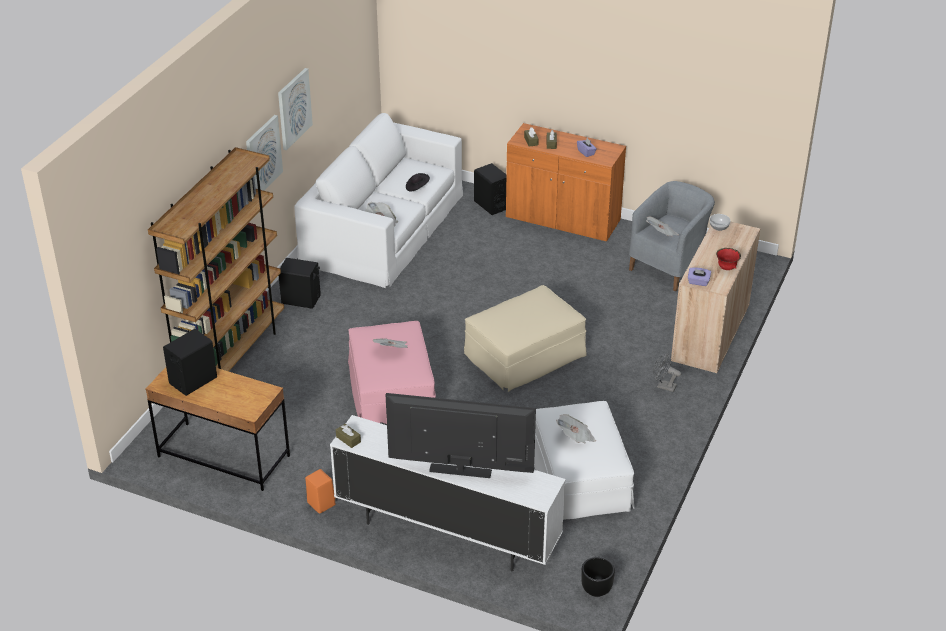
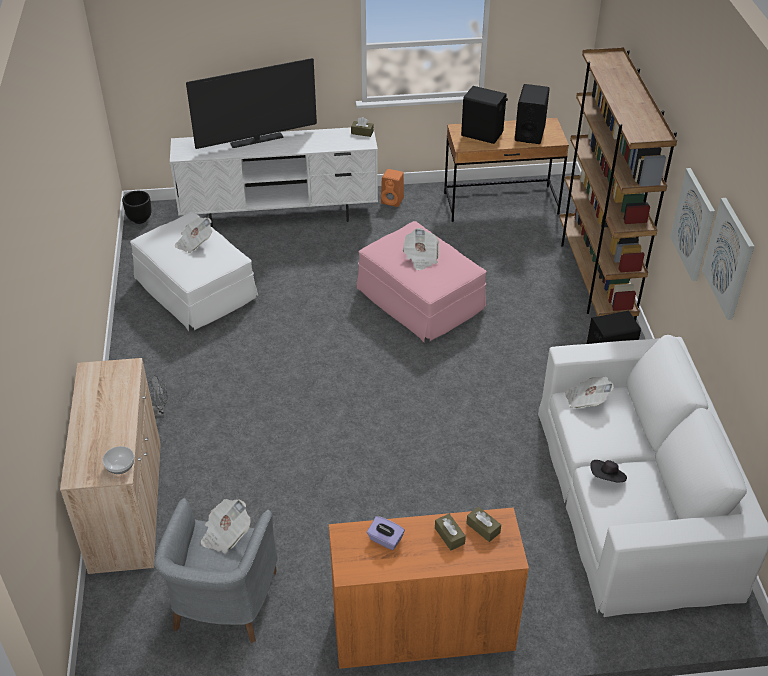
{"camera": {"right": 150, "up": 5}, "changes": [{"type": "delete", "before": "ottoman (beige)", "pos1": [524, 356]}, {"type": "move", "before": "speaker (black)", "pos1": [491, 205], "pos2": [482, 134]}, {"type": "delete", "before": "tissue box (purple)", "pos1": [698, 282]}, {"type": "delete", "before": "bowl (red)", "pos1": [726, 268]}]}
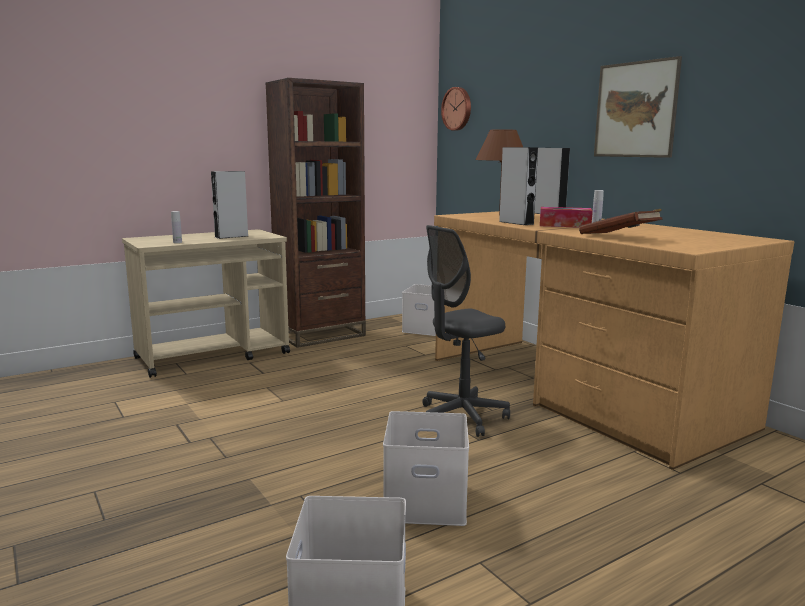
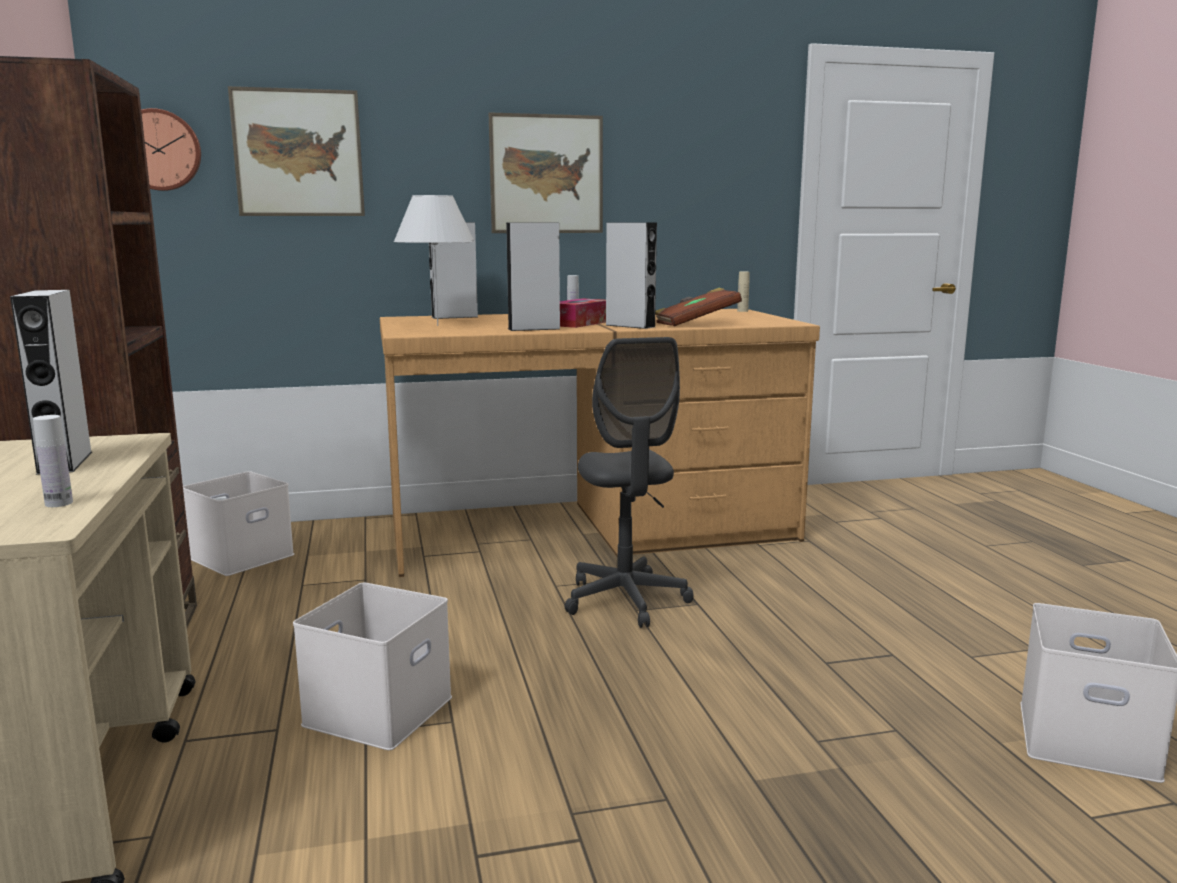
{"camera": {"right": -70, "up": 0}, "changes": [{"type": "move", "before": "storage box (white)", "pos1": [427, 501], "pos2": [378, 709]}, {"type": "recolor", "before": "table lamp (brown)", "after": "table lamp (white)", "pos1": [499, 215], "pos2": [437, 325]}, {"type": "insert", "after": "picture", "pos2": [298, 153]}, {"type": "insert", "after": "speaker (grey)", "pos2": [630, 326]}, {"type": "insert", "after": "bottle (beige)", "pos2": [742, 311]}]}
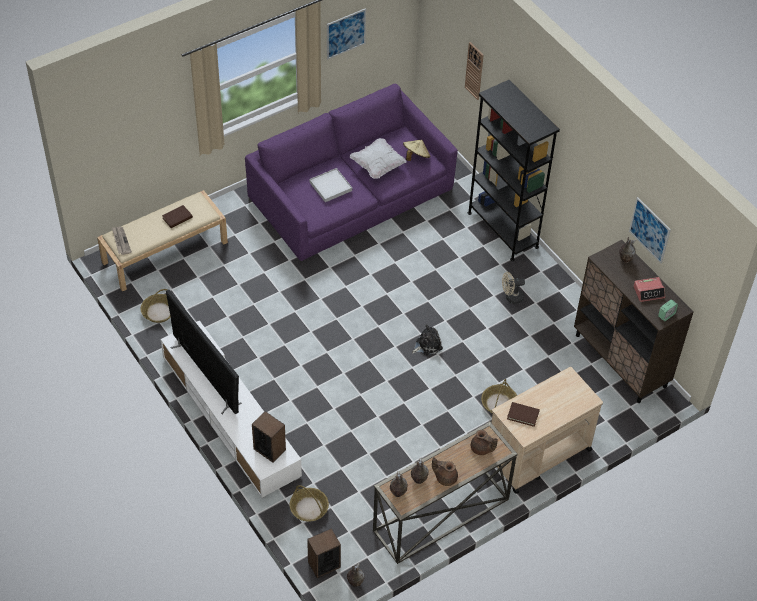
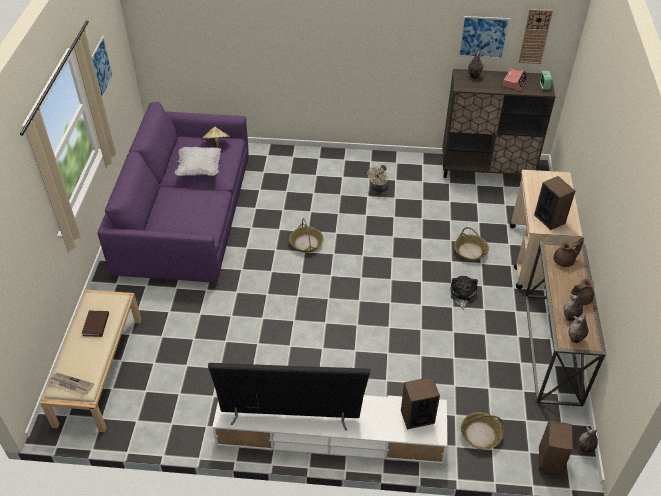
{"camera": {"right": -50, "up": -5}, "changes": [{"type": "move", "before": "basket", "pos1": [159, 312], "pos2": [306, 243]}, {"type": "delete", "before": "tray (white)", "pos1": [330, 186]}, {"type": "move", "before": "plush toy", "pos1": [427, 345], "pos2": [462, 295]}, {"type": "move", "before": "wall clock", "pos1": [474, 70], "pos2": [535, 36]}, {"type": "delete", "before": "bookcase (black)", "pos1": [502, 230]}, {"type": "replace", "before": "book (brown)", "after": "speaker", "pos1": [523, 415], "pos2": [549, 219]}]}
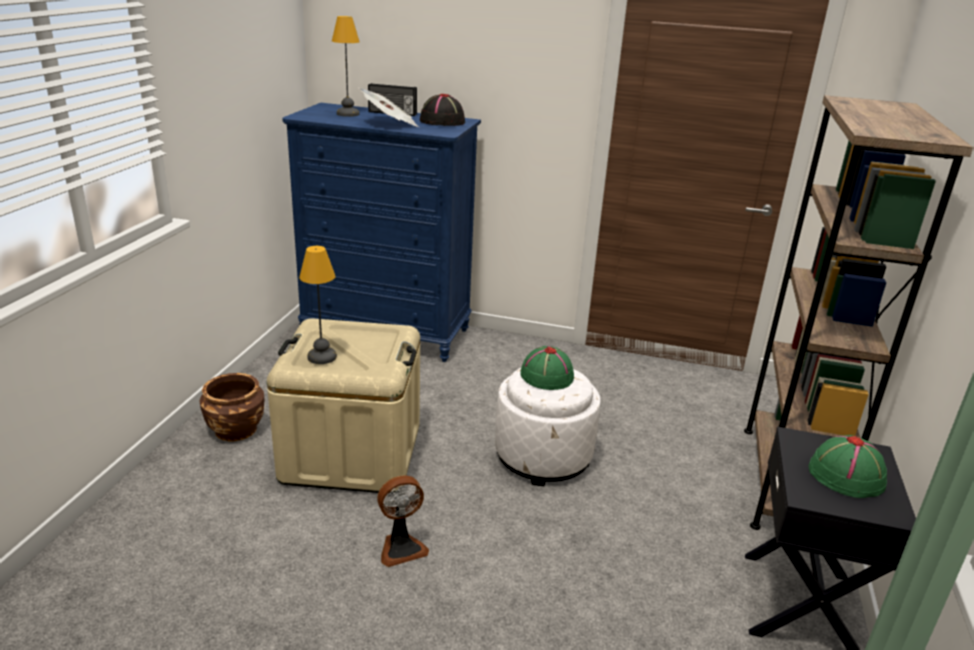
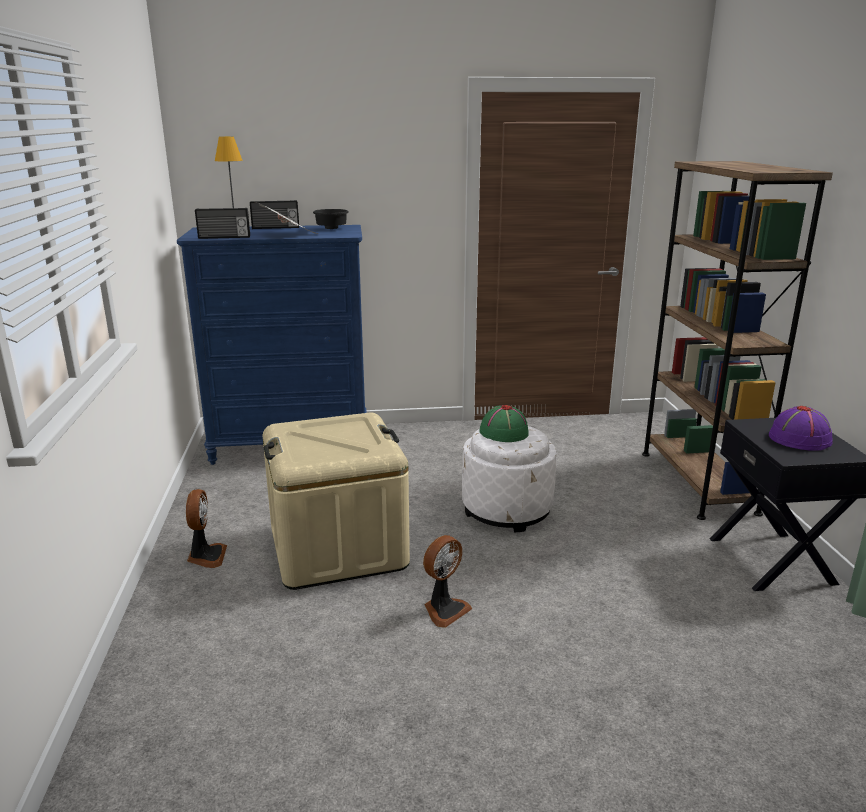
{"camera": {"right": -20, "up": -5}, "changes": [{"type": "replace", "before": "planter (brown)", "after": "fan", "pos1": [236, 429], "pos2": [206, 556]}, {"type": "delete", "before": "table lamp", "pos1": [321, 357]}, {"type": "replace", "before": "hat (black)", "after": "bowl (black)", "pos1": [442, 121], "pos2": [330, 229]}, {"type": "recolor", "before": "hat (green)", "after": "hat (purple)", "pos1": [847, 476], "pos2": [800, 439]}, {"type": "insert", "after": "radio", "pos2": [224, 237]}]}
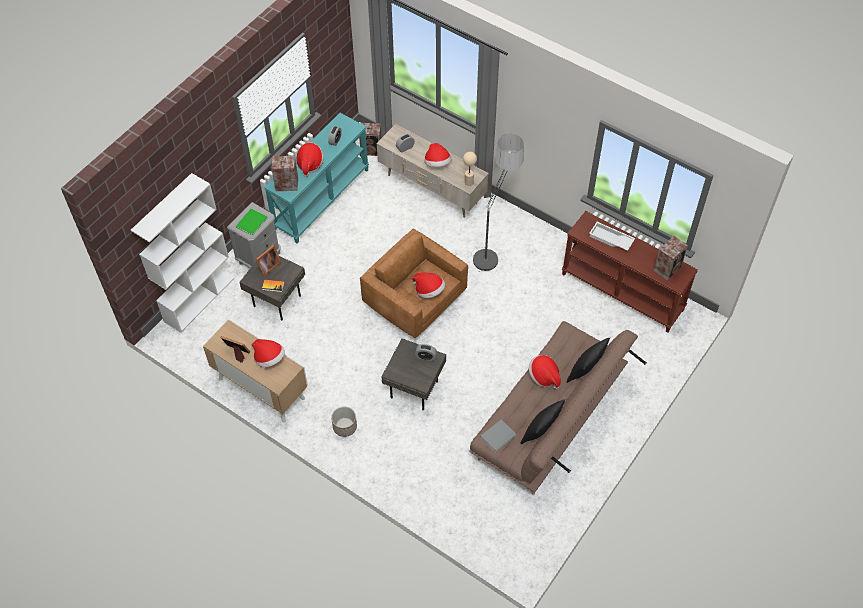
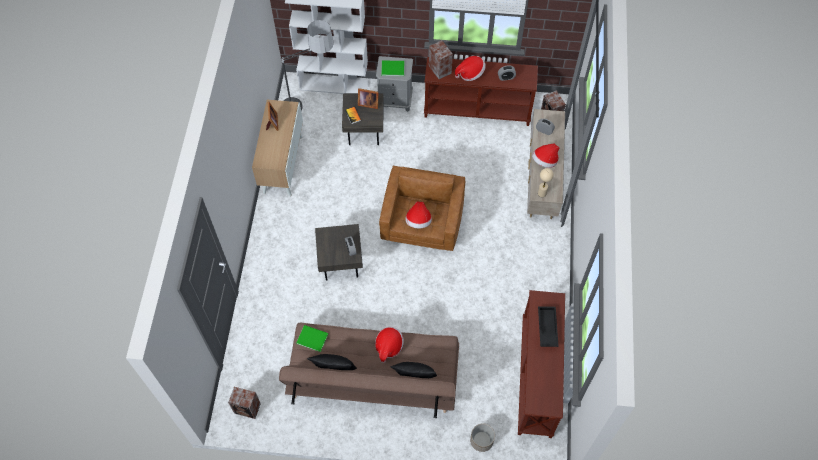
{"camera": {"right": 60, "up": 5}, "changes": [{"type": "delete", "before": "hat", "pos1": [269, 358]}, {"type": "recolor", "before": "console table (turquoise)", "after": "console table (brown)", "pos1": [321, 198], "pos2": [477, 109]}, {"type": "move", "before": "planter", "pos1": [344, 427], "pos2": [481, 440]}, {"type": "move", "before": "floor lamp", "pos1": [493, 246], "pos2": [309, 106]}, {"type": "recolor", "before": "book (grey)", "after": "book (green)", "pos1": [496, 436], "pos2": [312, 338]}, {"type": "recolor", "before": "tray (white)", "after": "tray (black)", "pos1": [610, 239], "pos2": [546, 328]}, {"type": "move", "before": "speaker", "pos1": [668, 268], "pos2": [248, 409]}]}
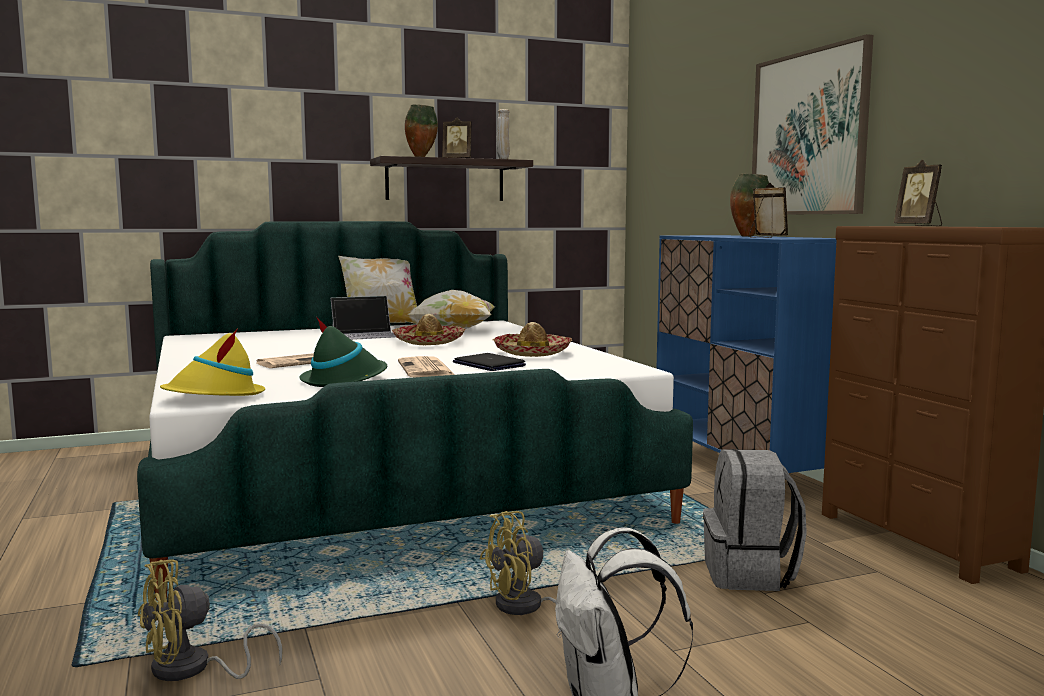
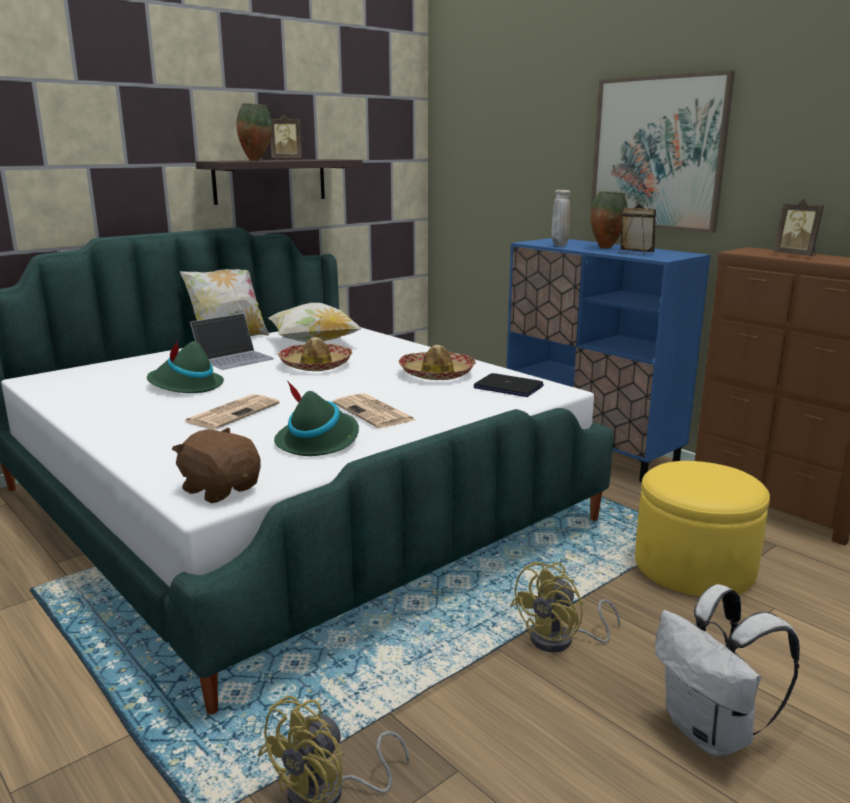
{"camera": {"right": -20, "up": 10}, "changes": [{"type": "replace", "before": "hat (yellow)", "after": "plush toy (brown)", "pos1": [214, 396], "pos2": [221, 489]}, {"type": "move", "before": "laptop", "pos1": [488, 364], "pos2": [508, 387]}, {"type": "move", "before": "vase (beige)", "pos1": [503, 160], "pos2": [559, 246]}, {"type": "replace", "before": "backpack (grey)", "after": "ottoman (yellow)", "pos1": [750, 574], "pos2": [694, 566]}, {"type": "insert", "after": "hat (green)", "pos2": [185, 386]}]}
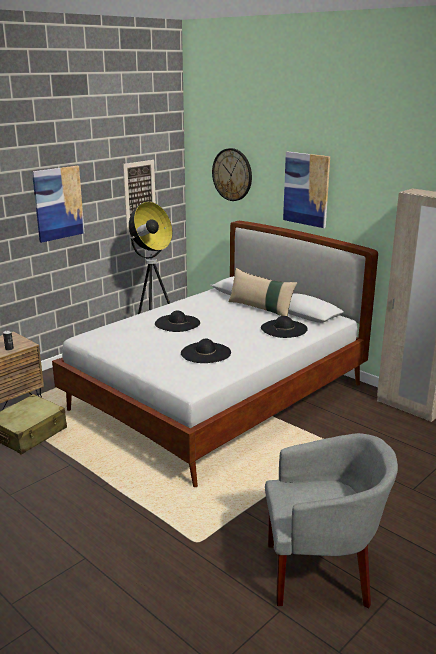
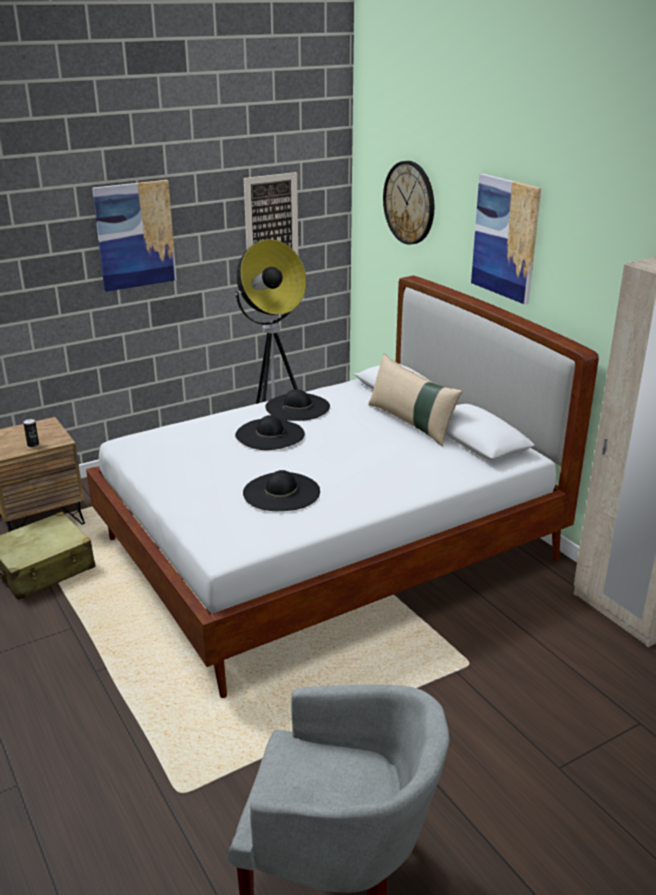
{"camera": {"right": 15, "up": 5}, "changes": [{"type": "move", "before": "hat (black)", "pos1": [284, 328], "pos2": [297, 407]}]}
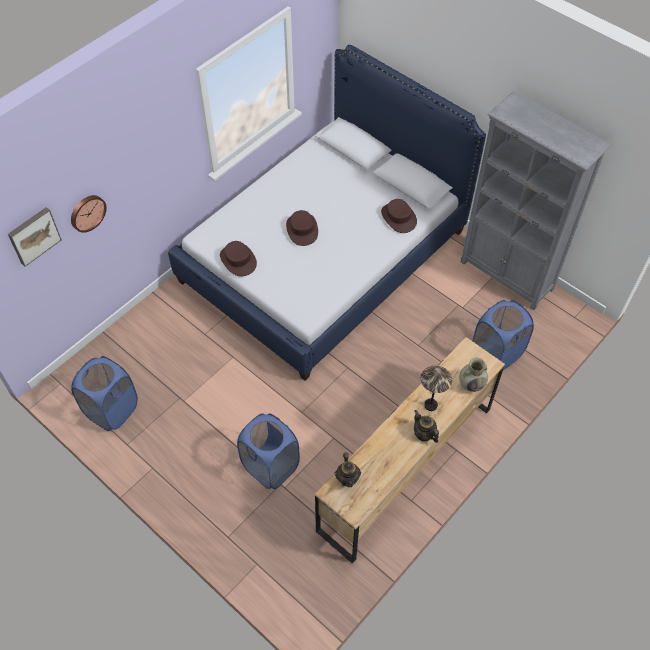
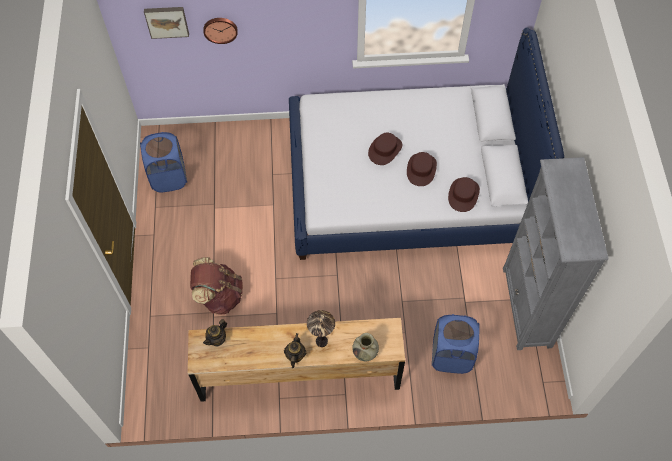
{"camera": {"right": 45, "up": 5}, "changes": [{"type": "move", "before": "hat (brown)", "pos1": [238, 260], "pos2": [421, 169]}, {"type": "replace", "before": "laundry basket (blue)", "after": "backpack (brown)", "pos1": [270, 466], "pos2": [219, 295]}]}
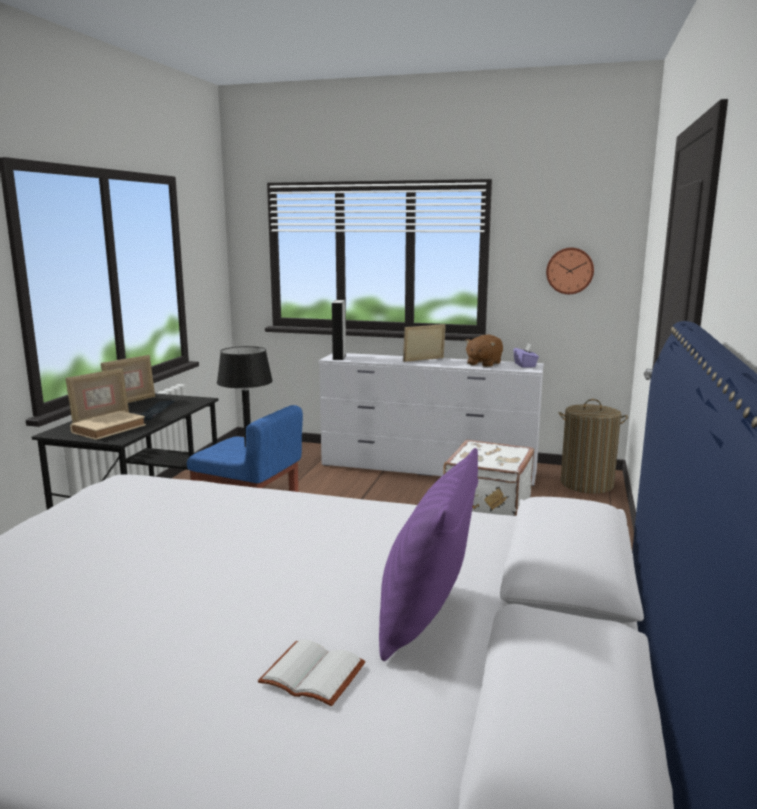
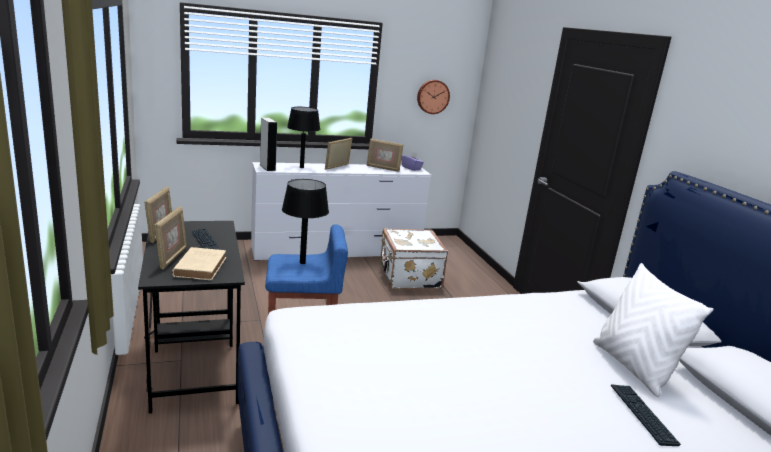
{"camera": {"right": -35, "up": 5}, "changes": [{"type": "replace", "before": "book (white)", "after": "keyboard", "pos1": [315, 673], "pos2": [642, 415]}, {"type": "recolor", "before": "pillow (purple)", "after": "pillow (white)", "pos1": [425, 619], "pos2": [633, 367]}, {"type": "replace", "before": "plush toy (brown)", "after": "picture frame", "pos1": [483, 364], "pos2": [383, 168]}, {"type": "delete", "before": "laundry basket", "pos1": [587, 484]}, {"type": "insert", "after": "table lamp (black)", "pos2": [301, 167]}]}
